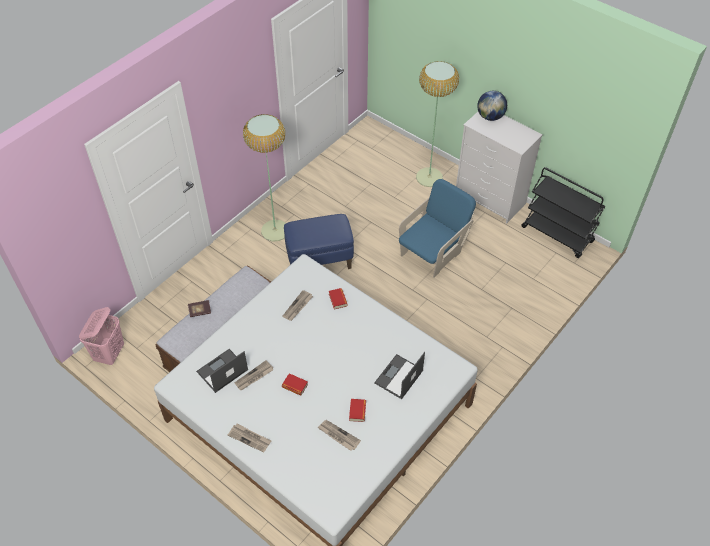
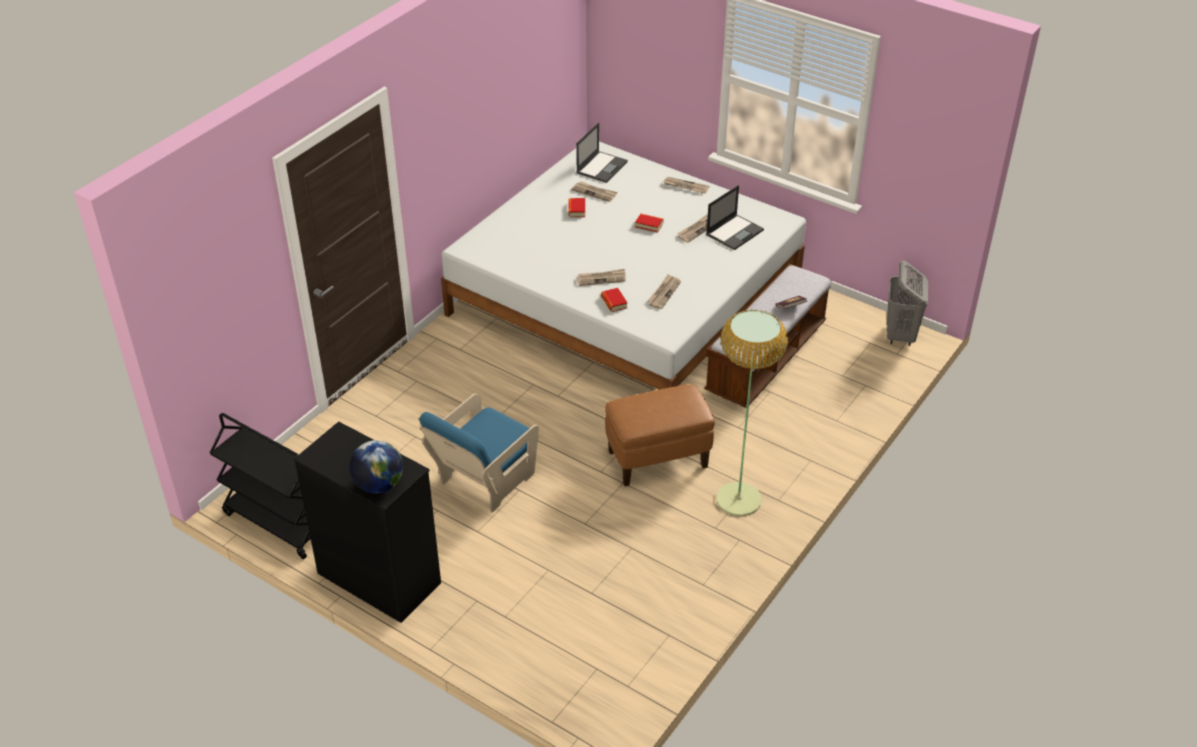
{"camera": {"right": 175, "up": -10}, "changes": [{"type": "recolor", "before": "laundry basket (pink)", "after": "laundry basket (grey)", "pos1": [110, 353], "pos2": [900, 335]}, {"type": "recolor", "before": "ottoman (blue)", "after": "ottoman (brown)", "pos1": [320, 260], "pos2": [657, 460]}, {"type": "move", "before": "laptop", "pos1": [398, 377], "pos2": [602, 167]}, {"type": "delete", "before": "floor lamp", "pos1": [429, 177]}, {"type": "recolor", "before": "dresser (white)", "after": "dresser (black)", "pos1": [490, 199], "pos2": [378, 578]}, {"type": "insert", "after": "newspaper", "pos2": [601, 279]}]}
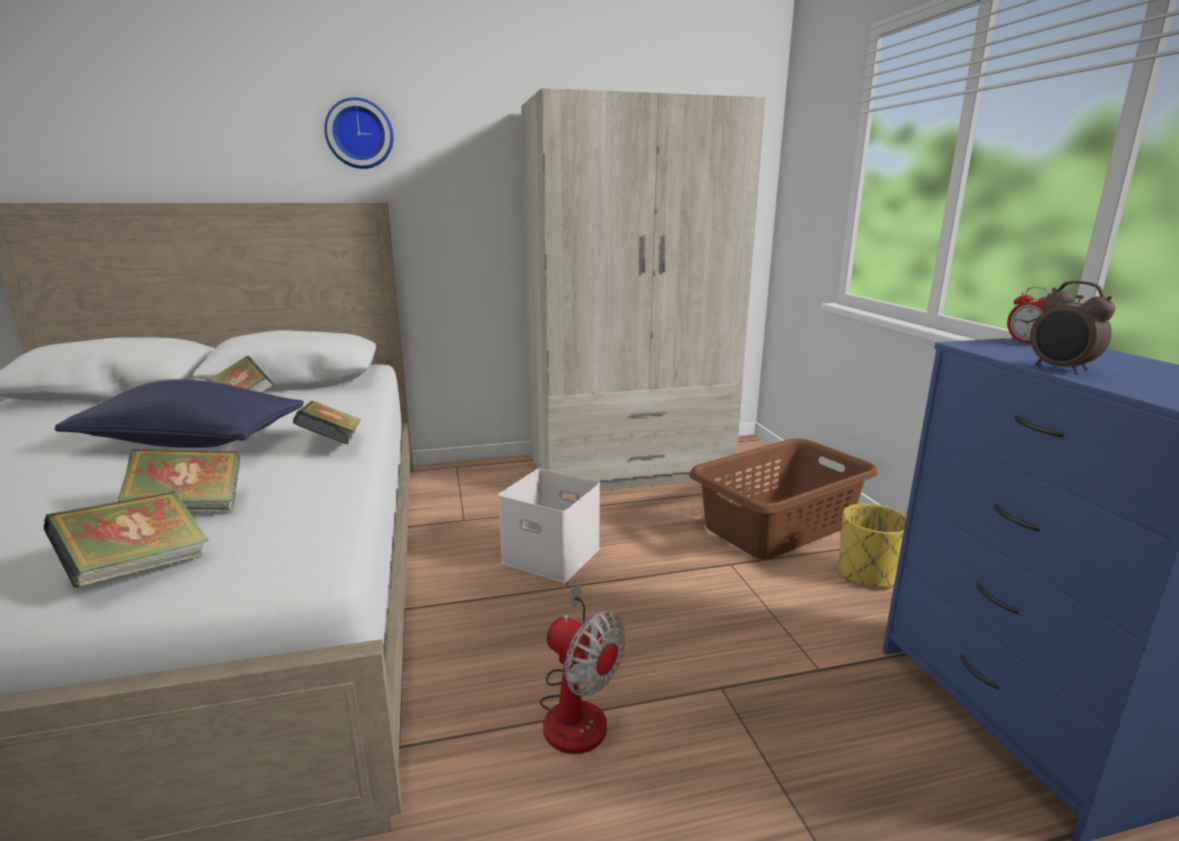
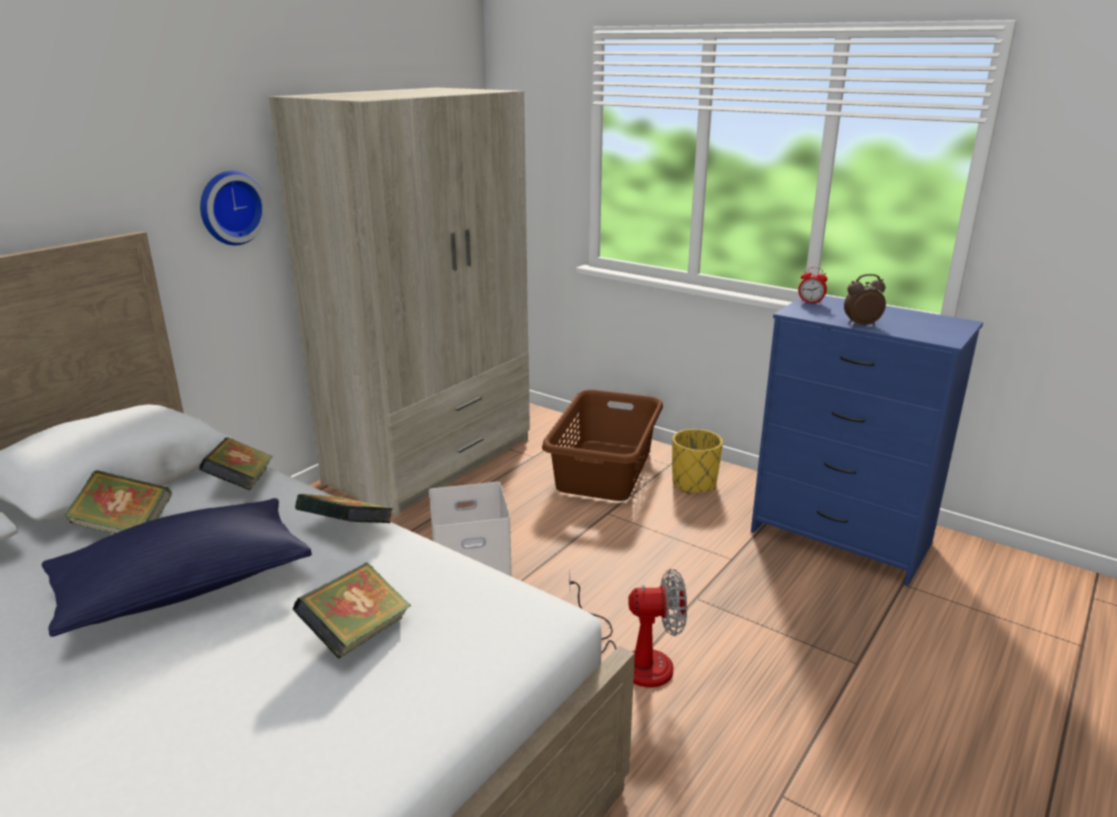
{"camera": {"right": -40, "up": 5}, "changes": [{"type": "move", "before": "book", "pos1": [138, 569], "pos2": [241, 484]}, {"type": "move", "before": "wall clock", "pos1": [359, 134], "pos2": [230, 207]}, {"type": "rotate", "before": "alarm clock", "pos1": [1060, 369], "pos2": [860, 325], "turn": 150}]}
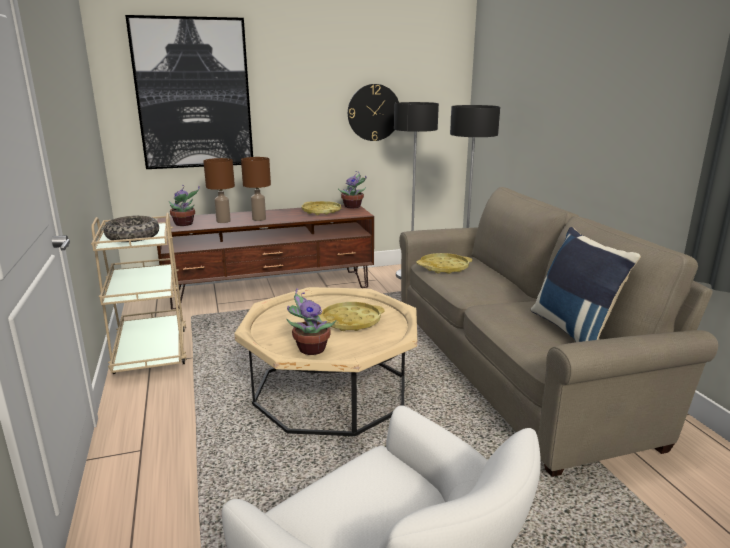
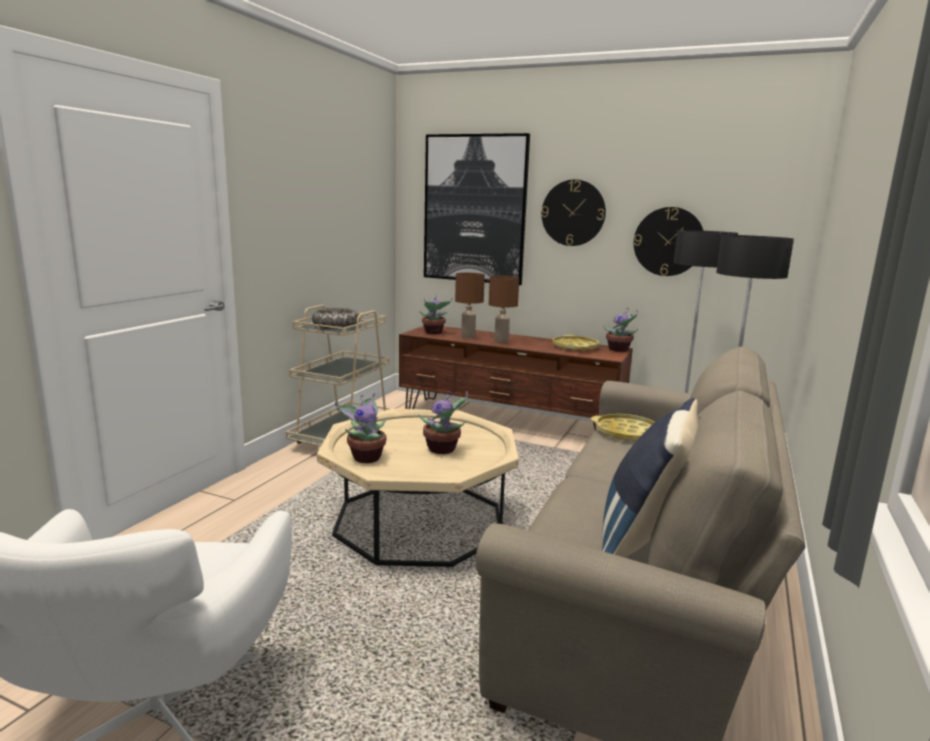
{"camera": {"right": 40, "up": -5}, "changes": [{"type": "replace", "before": "tray (yellow)", "after": "potted plant", "pos1": [351, 321], "pos2": [443, 450]}, {"type": "insert", "after": "wall clock", "pos2": [573, 213]}]}
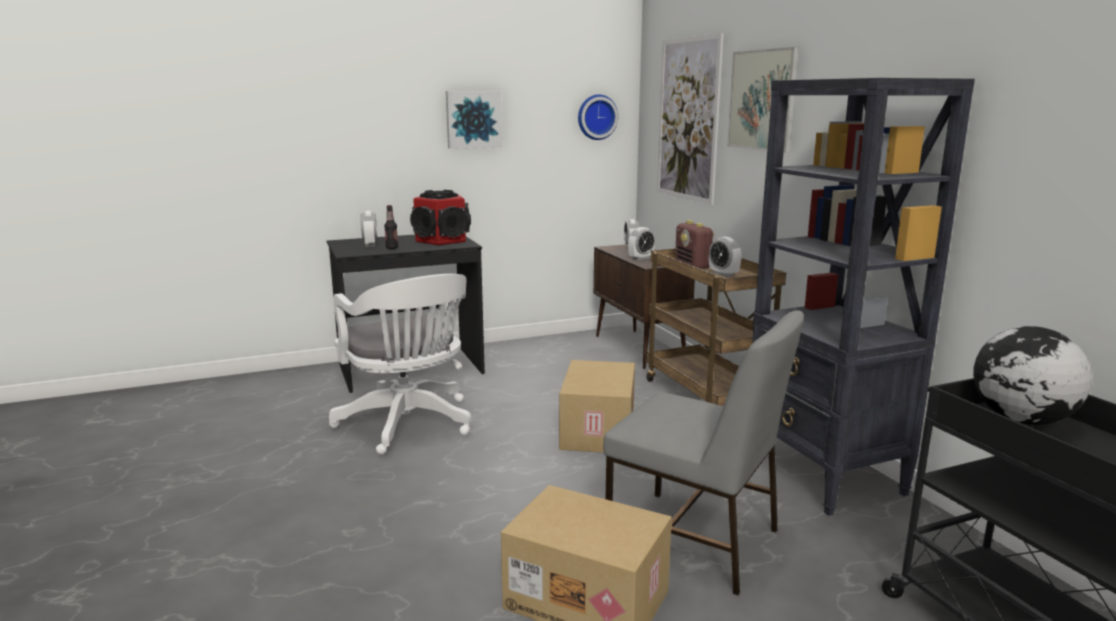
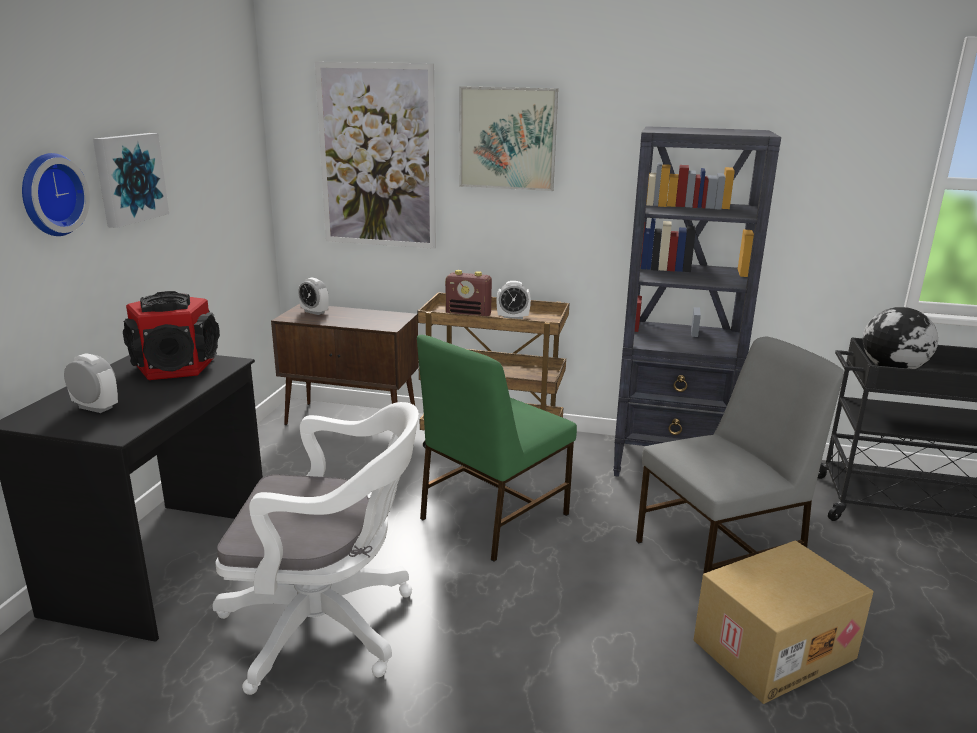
{"camera": {"right": -55, "up": 5}, "changes": [{"type": "delete", "before": "bottle", "pos1": [392, 248]}, {"type": "replace", "before": "cardboard box", "after": "chair (green)", "pos1": [596, 430], "pos2": [492, 517]}, {"type": "move", "before": "wall clock", "pos1": [596, 117], "pos2": [49, 194]}, {"type": "delete", "before": "alarm clock", "pos1": [641, 258]}]}
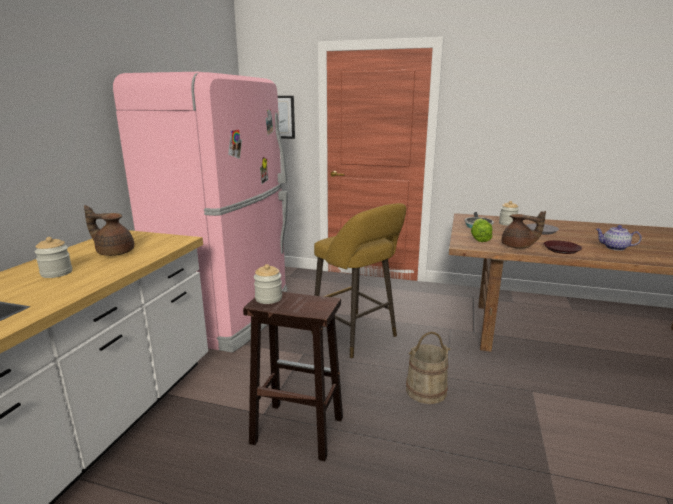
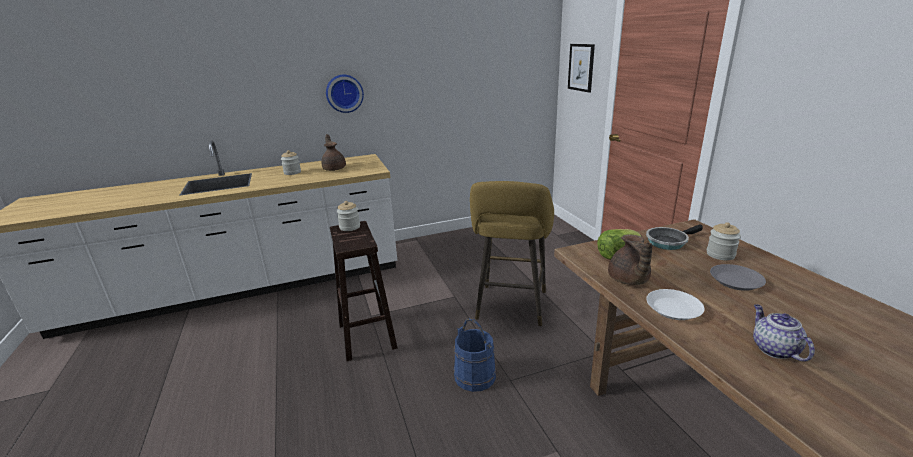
{"camera": {"right": 55, "up": 5}, "changes": [{"type": "delete", "before": "fridge (pink)", "pos1": [229, 315]}, {"type": "recolor", "before": "bucket (beige)", "after": "bucket (blue)", "pos1": [426, 390], "pos2": [475, 376]}, {"type": "recolor", "before": "plate (brown)", "after": "plate (white)", "pos1": [561, 250], "pos2": [673, 308]}, {"type": "insert", "after": "wall clock", "pos2": [344, 93]}]}
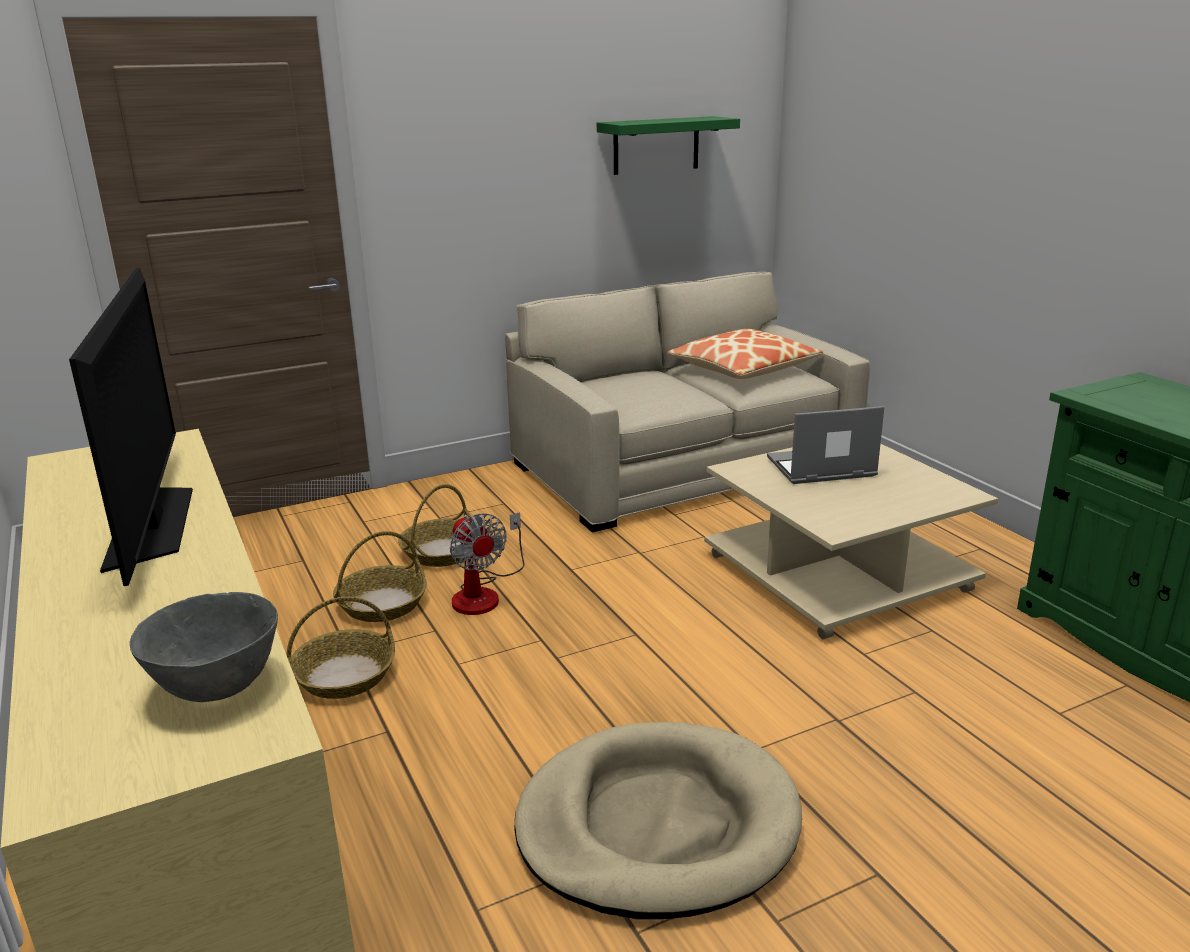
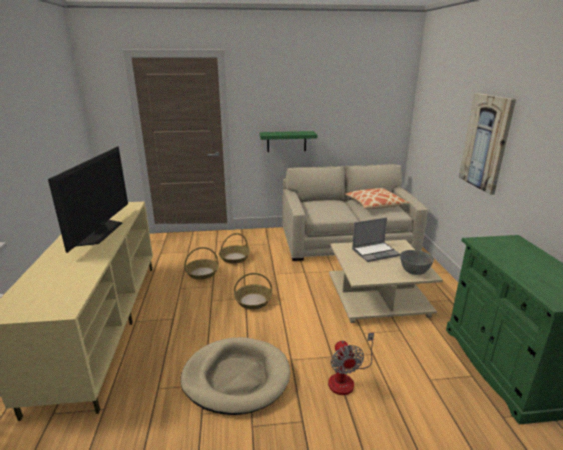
{"camera": {"right": 20, "up": 0}, "changes": [{"type": "move", "before": "bowl (grey)", "pos1": [217, 688], "pos2": [414, 272]}, {"type": "move", "before": "basket", "pos1": [344, 676], "pos2": [253, 301]}, {"type": "move", "before": "fan", "pos1": [483, 593], "pos2": [346, 379]}, {"type": "move", "before": "shelf (green)", "pos1": [656, 145], "pos2": [286, 141]}, {"type": "rotate", "before": "laptop", "pos1": [820, 468], "pos2": [375, 252], "turn": 150}, {"type": "insert", "after": "picture", "pos2": [486, 142]}]}
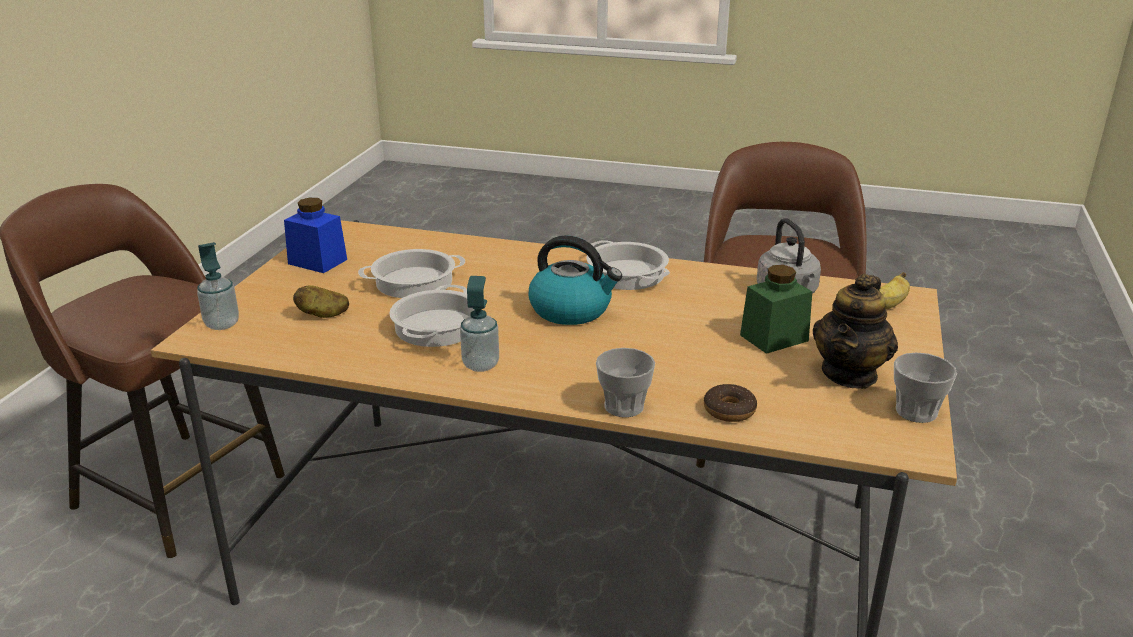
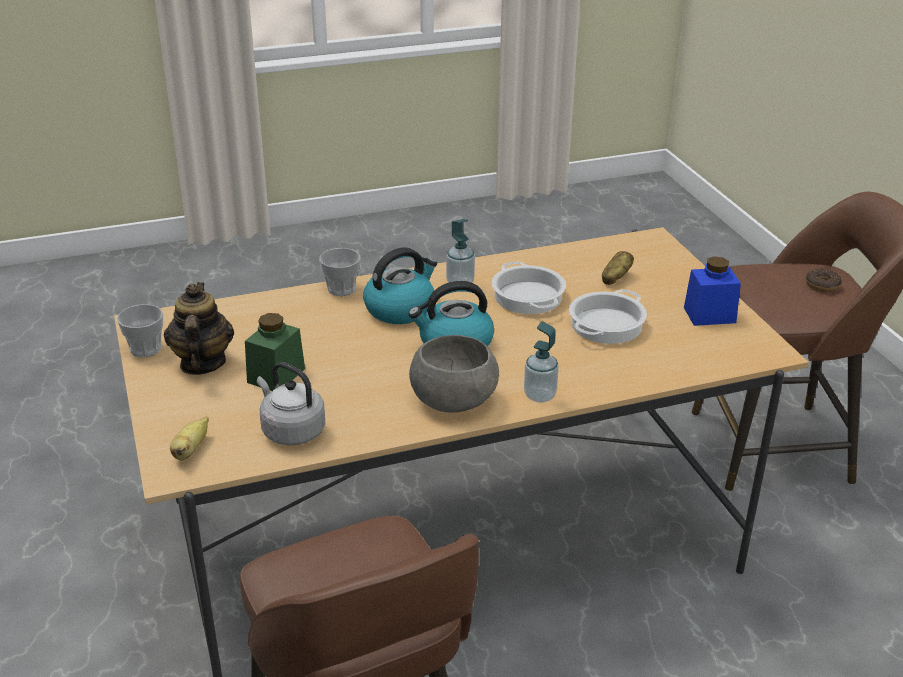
{"camera": {"right": 145, "up": 5}, "changes": [{"type": "move", "before": "soap dispenser", "pos1": [222, 324], "pos2": [539, 395]}, {"type": "replace", "before": "cooking pot", "after": "bowl (grey)", "pos1": [626, 274], "pos2": [454, 399]}, {"type": "move", "before": "donut", "pos1": [729, 410], "pos2": [822, 285]}, {"type": "insert", "after": "kettle", "pos2": [400, 309]}]}
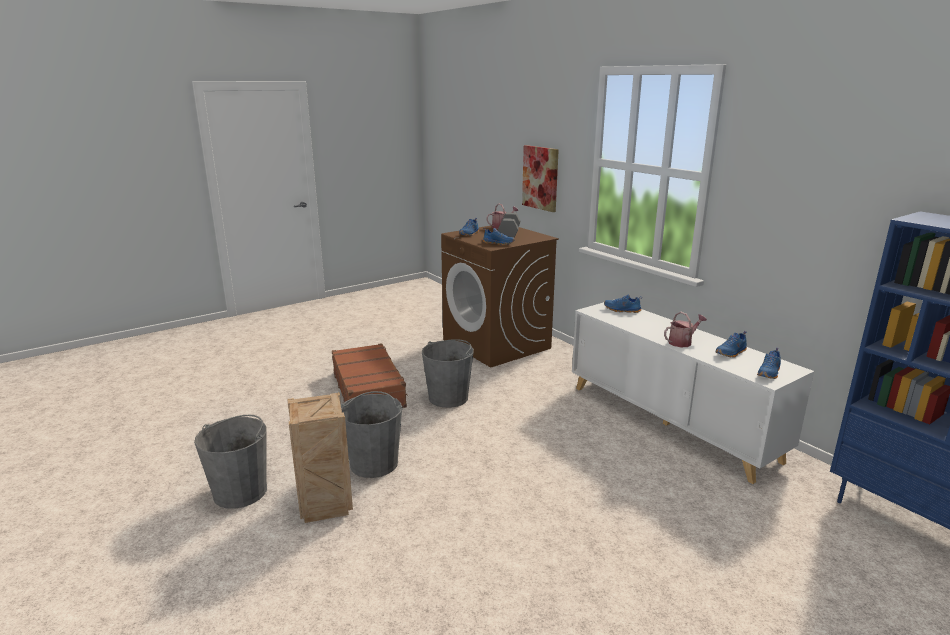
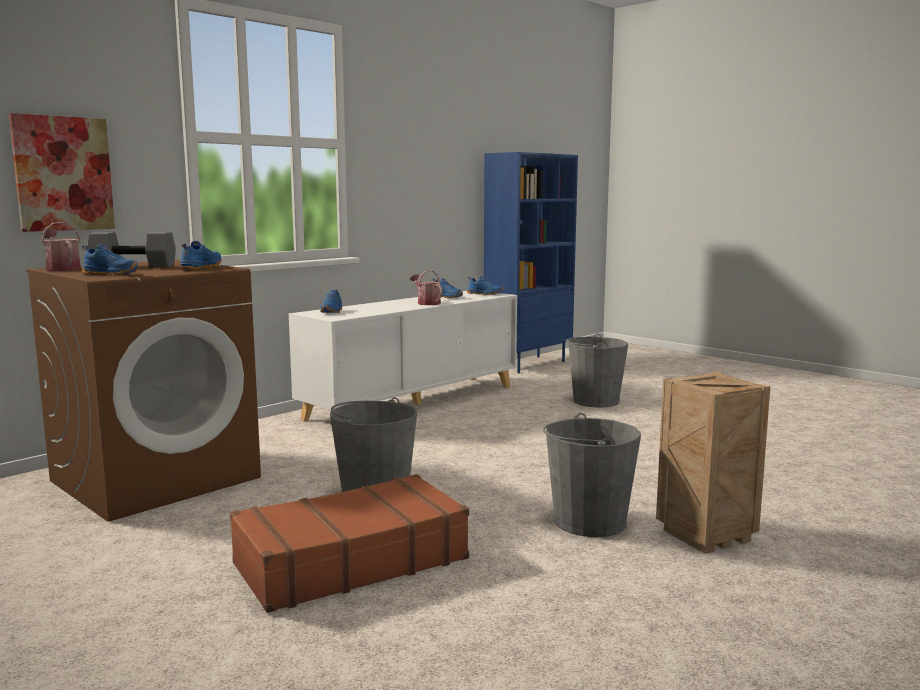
{"camera": {"right": -100, "up": -10}, "changes": [{"type": "move", "before": "bucket (grey)", "pos1": [241, 491], "pos2": [595, 401]}]}
